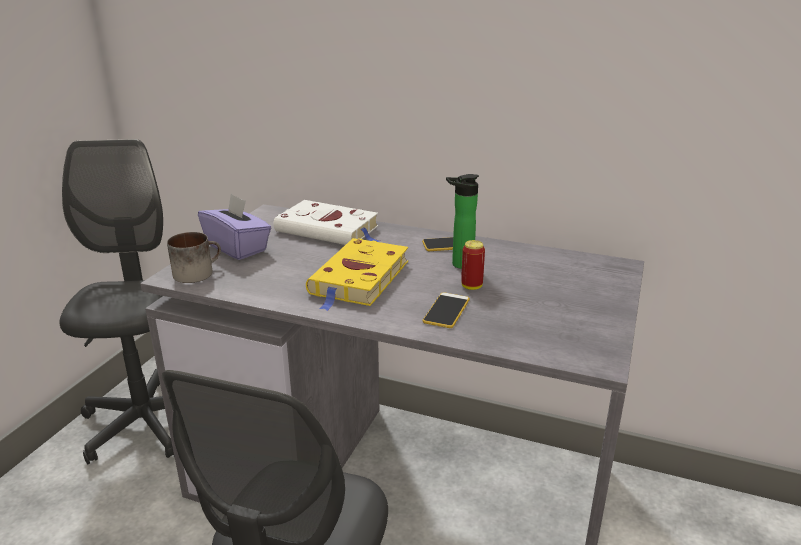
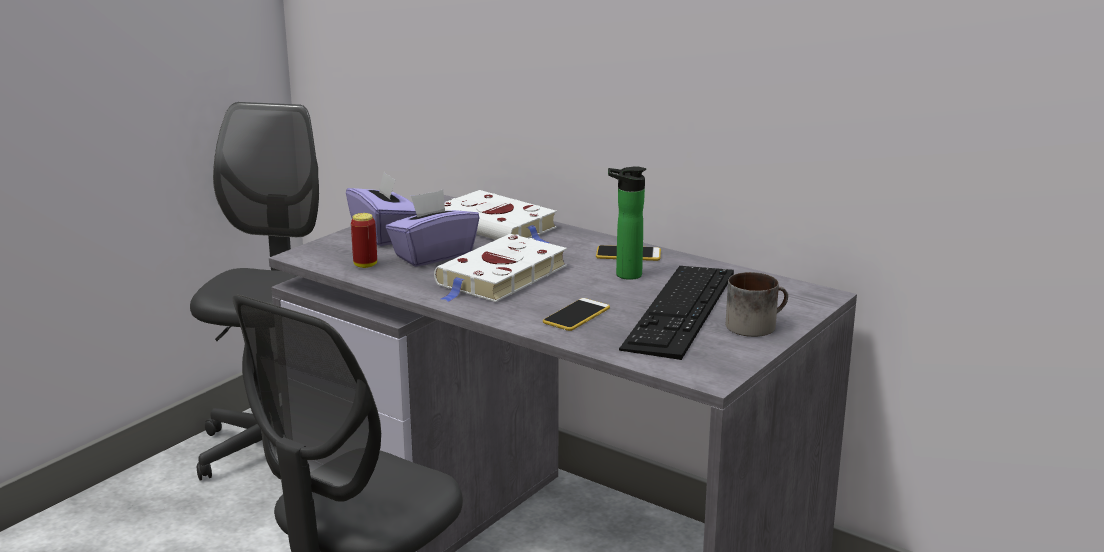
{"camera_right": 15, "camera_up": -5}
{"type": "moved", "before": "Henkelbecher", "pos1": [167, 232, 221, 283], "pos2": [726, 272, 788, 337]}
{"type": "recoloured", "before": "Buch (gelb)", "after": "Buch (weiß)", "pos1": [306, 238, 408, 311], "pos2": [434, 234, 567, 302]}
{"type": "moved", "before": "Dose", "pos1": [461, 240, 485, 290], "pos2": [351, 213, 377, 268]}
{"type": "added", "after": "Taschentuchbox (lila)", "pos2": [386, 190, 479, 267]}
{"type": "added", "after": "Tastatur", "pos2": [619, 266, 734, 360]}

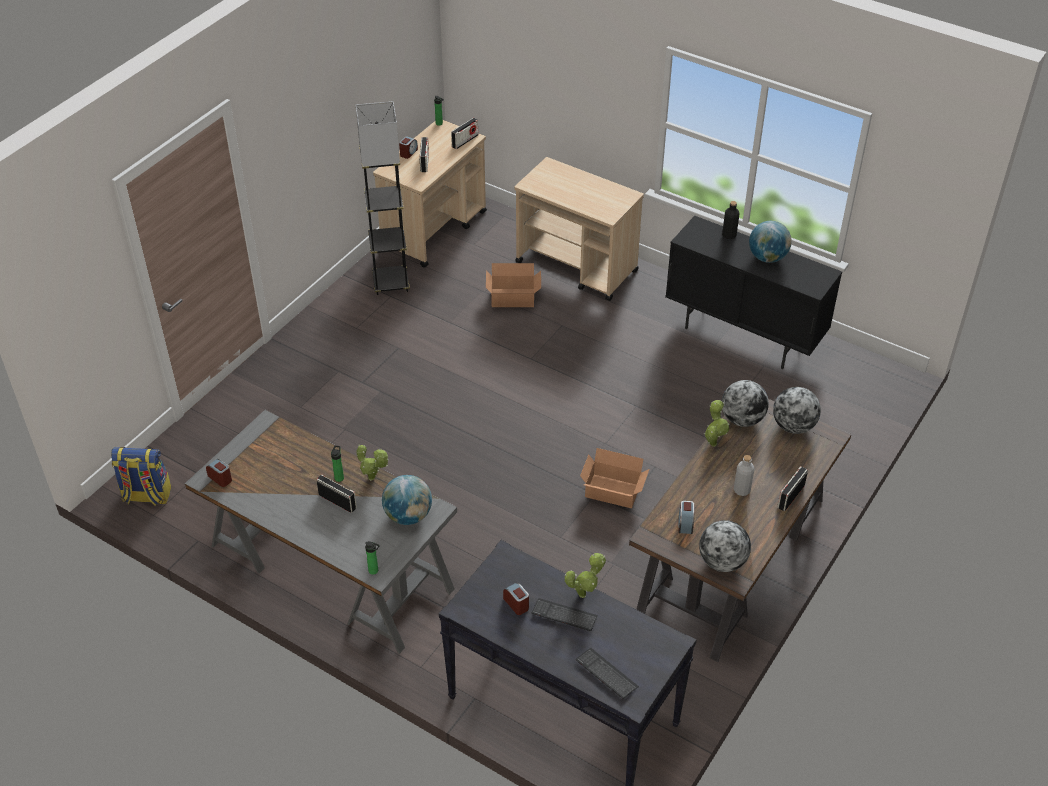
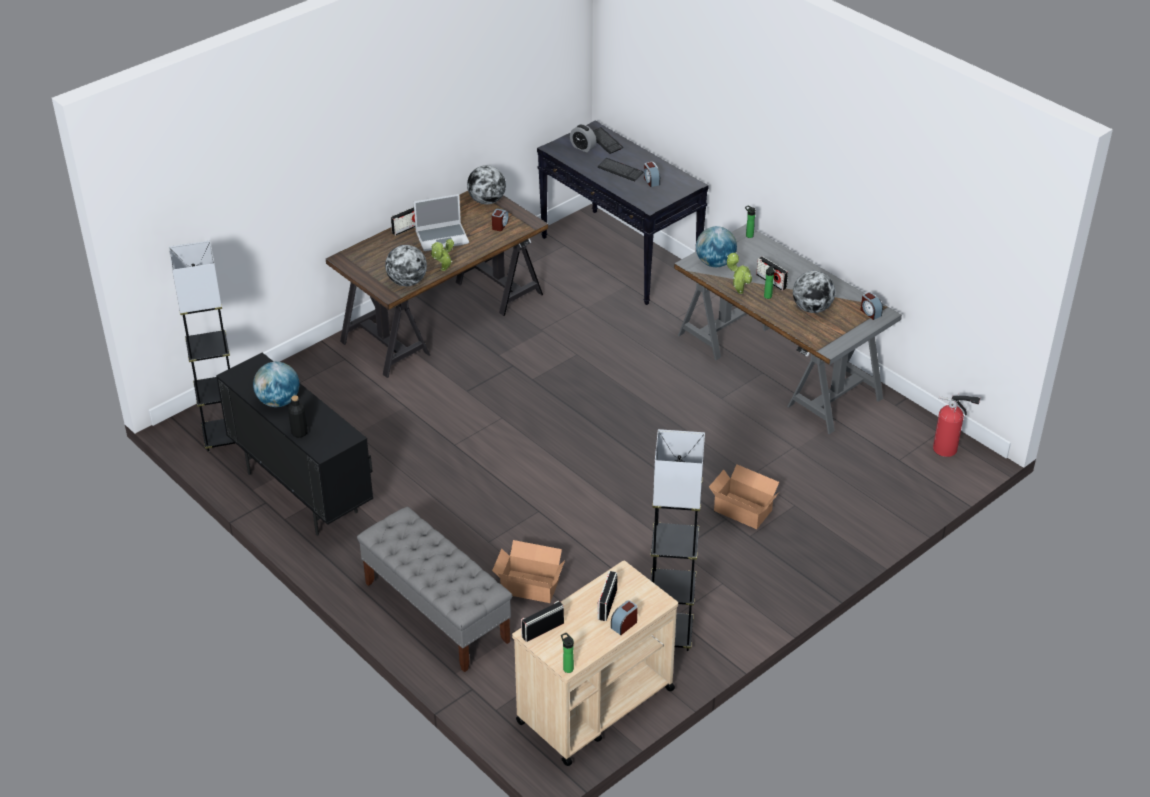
{"camera_right": -165, "camera_up": -5}
{"type": "replaced", "before": "Rucksack", "after": "Feuerlöscher", "pos1": [111, 447, 171, 506], "pos2": [933, 394, 980, 457]}
{"type": "replaced", "before": "Rollwagen (beige)", "after": "Bank (grau)", "pos1": [515, 157, 644, 301], "pos2": [357, 507, 512, 672]}
{"type": "removed", "before": "Topfpflanze", "pos1": [565, 553, 606, 598]}
{"type": "moved", "before": "Karton", "pos1": [580, 448, 649, 509], "pos2": [709, 464, 779, 529]}
{"type": "replaced", "before": "Flasche (grau)", "after": "Laptop", "pos1": [734, 455, 755, 496], "pos2": [414, 194, 469, 251]}
{"type": "moved", "before": "Globus", "pos1": [773, 387, 821, 434], "pos2": [793, 271, 835, 313]}
{"type": "added", "after": "Stehlampe (grau)", "pos2": [169, 241, 236, 452]}
{"type": "added", "after": "Wecker", "pos2": [570, 125, 596, 152]}

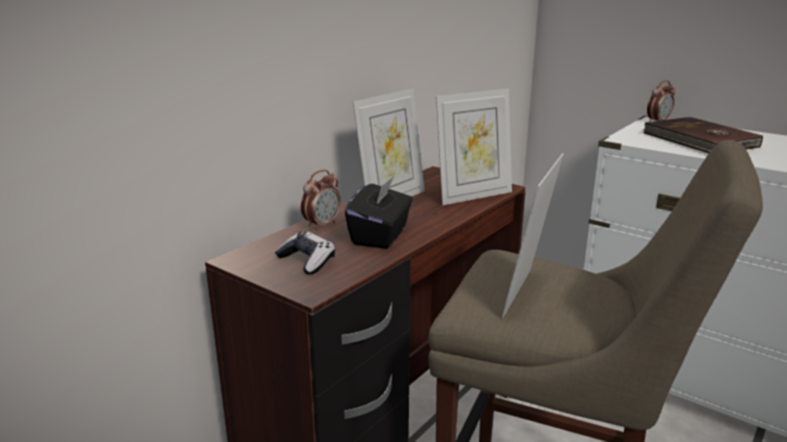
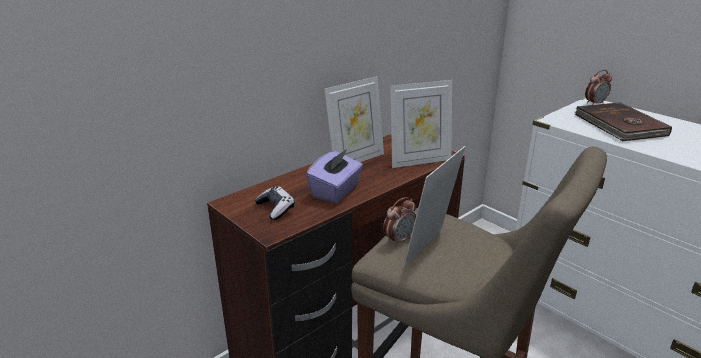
{"camera_right": 10, "camera_up": 5}
{"type": "moved", "before": "Wecker", "pos1": [301, 170, 340, 230], "pos2": [383, 197, 416, 247]}
{"type": "recoloured", "before": "Taschentuchbox (schwarz)", "after": "Taschentuchbox (lila)", "pos1": [345, 176, 413, 249], "pos2": [306, 149, 363, 203]}

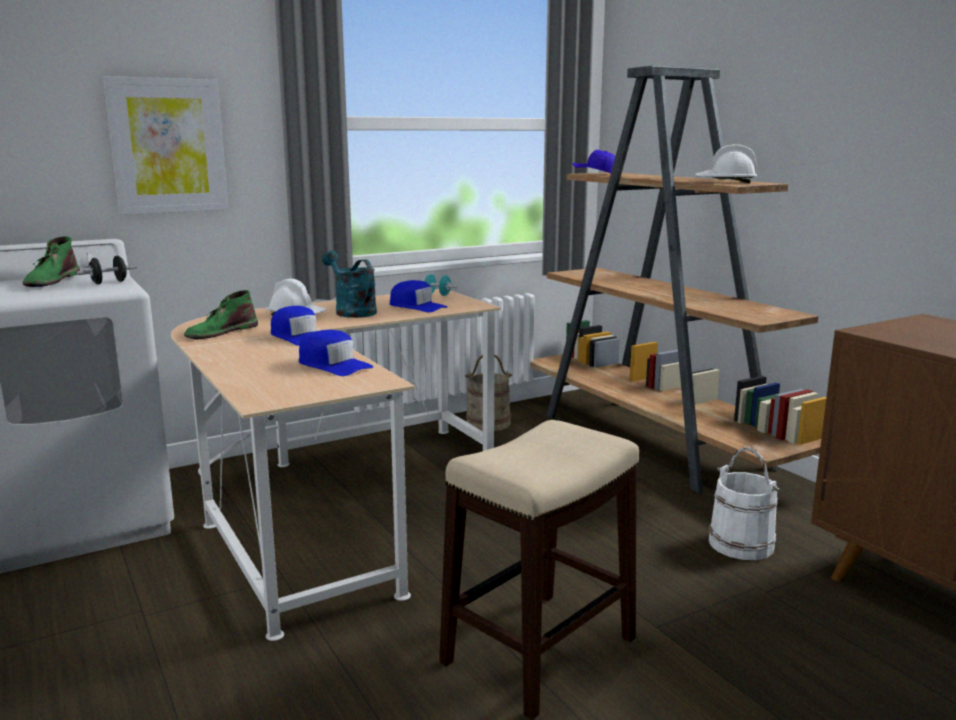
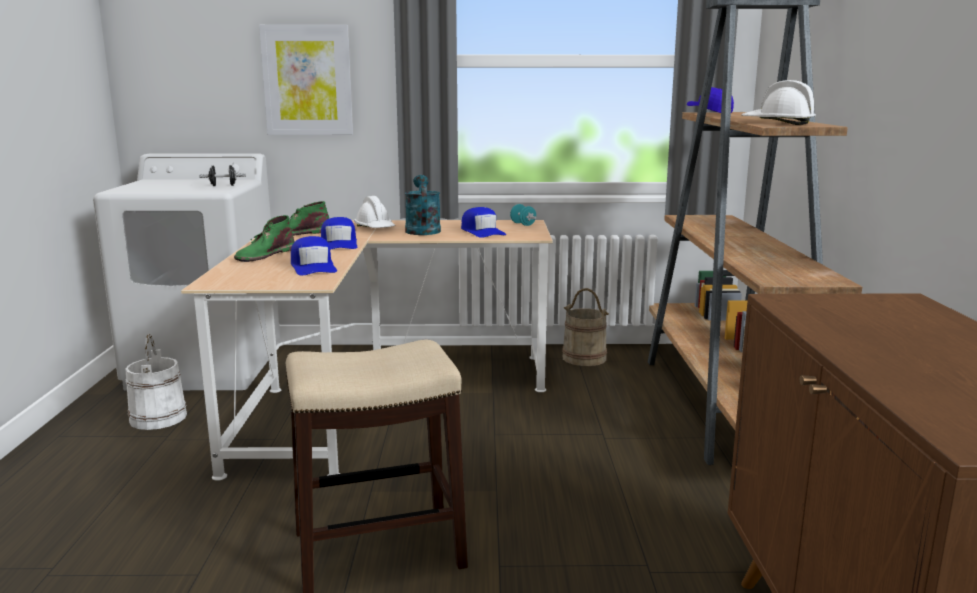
{"camera_right": 30, "camera_up": 0}
{"type": "moved", "before": "Stiefel (grün)", "pos1": [22, 236, 80, 287], "pos2": [234, 215, 295, 262]}
{"type": "moved", "before": "Eimer (weiß)", "pos1": [709, 447, 780, 560], "pos2": [126, 334, 187, 430]}

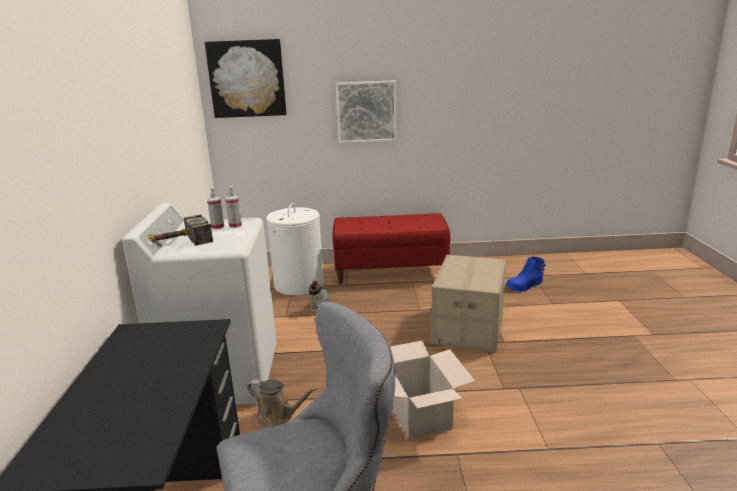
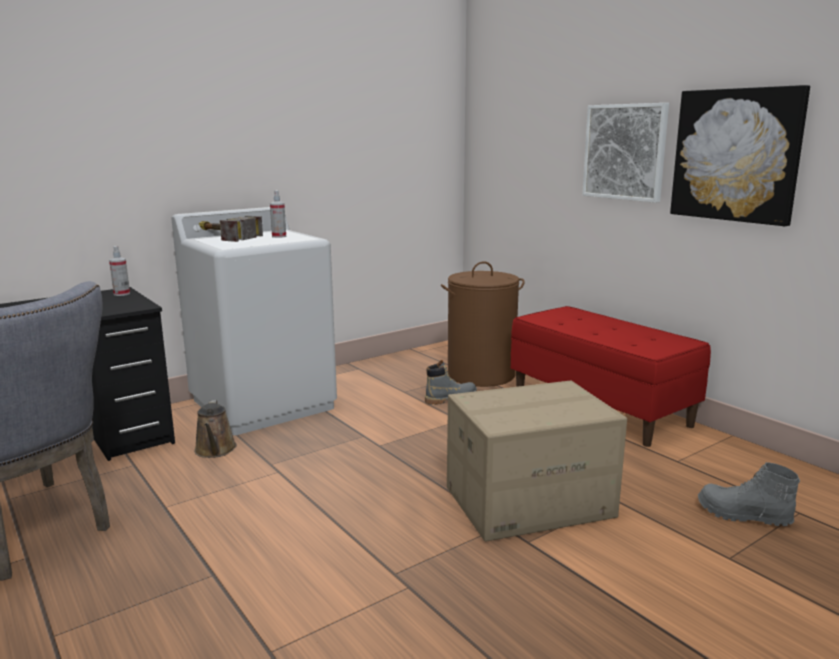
{"camera_right": 55, "camera_up": -5}
{"type": "moved", "before": "Bild", "pos1": [205, 39, 287, 118], "pos2": [670, 85, 810, 226]}
{"type": "moved", "before": "Sprühflasche", "pos1": [225, 186, 242, 228], "pos2": [109, 246, 130, 296]}
{"type": "recoloured", "before": "Wäschekorb (weiß)", "after": "Wäschekorb (braun)", "pos1": [266, 203, 324, 295], "pos2": [441, 261, 525, 387]}
{"type": "removed", "before": "Karton", "pos1": [390, 341, 475, 439]}
{"type": "recoloured", "before": "Stiefel (blau)", "after": "Stiefel (grau)", "pos1": [505, 257, 546, 292], "pos2": [698, 462, 800, 526]}

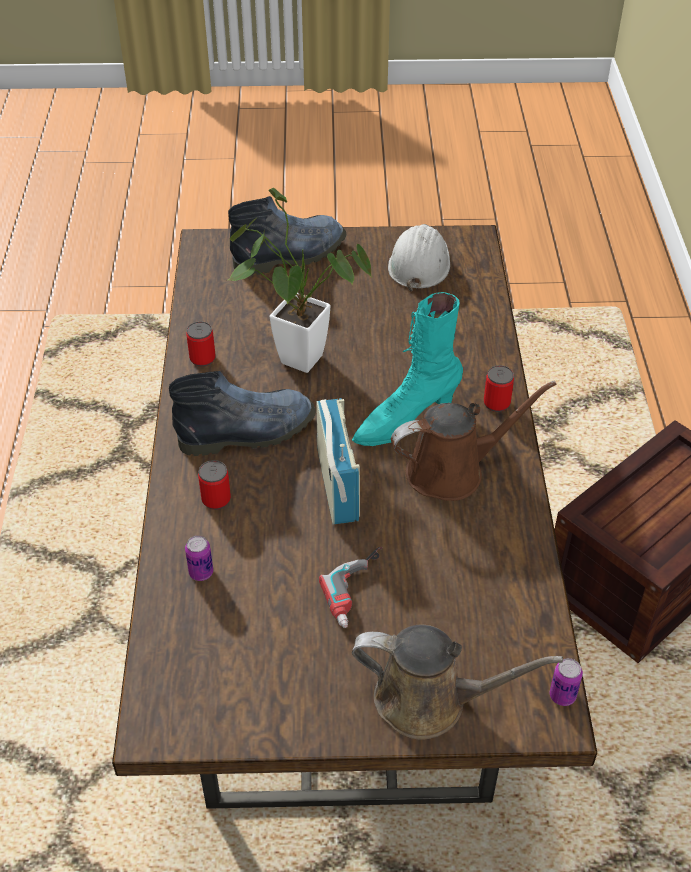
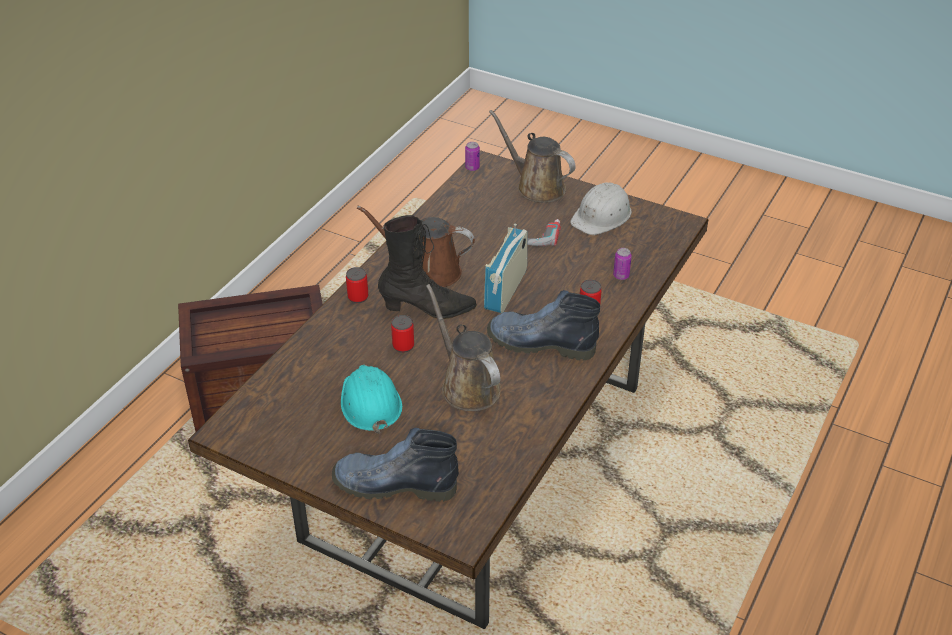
{"camera_right": -150, "camera_up": -5}
{"type": "moved", "before": "Dose", "pos1": [186, 321, 215, 367], "pos2": [391, 315, 414, 353]}
{"type": "replaced", "before": "Topfpflanze", "after": "Gießkanne (braun)", "pos1": [228, 188, 372, 373], "pos2": [426, 284, 501, 411]}
{"type": "recoloured", "before": "Stiefel (türkis)", "after": "Stiefel (schwarz)", "pos1": [352, 292, 463, 446], "pos2": [378, 215, 477, 319]}
{"type": "moved", "before": "Schutzhelm (weiß)", "pos1": [388, 224, 450, 292], "pos2": [570, 183, 632, 235]}
{"type": "added", "after": "Schutzhelm (türkis)", "pos2": [341, 365, 402, 434]}

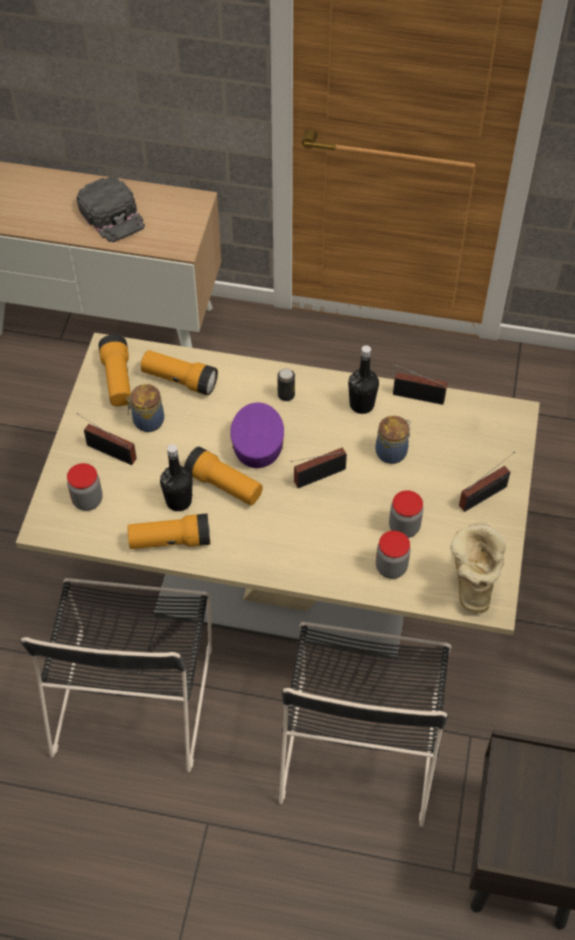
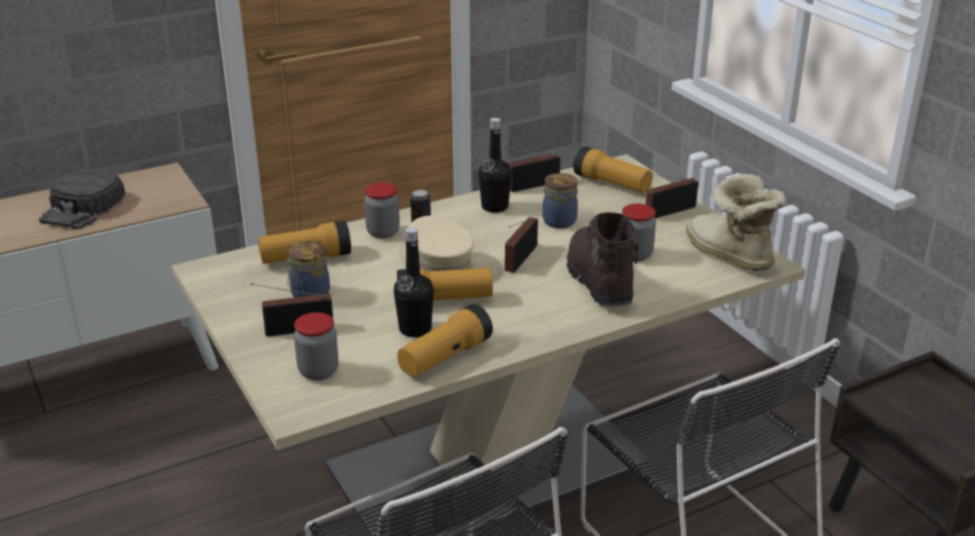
{"camera_right": -40, "camera_up": -25}
{"type": "turned", "before": "Kappe (schwarz)", "pos1": [76, 176, 145, 243], "pos2": [39, 169, 126, 229], "turn": 90}
{"type": "moved", "before": "Taschenlampe", "pos1": [99, 334, 131, 407], "pos2": [573, 146, 653, 193]}
{"type": "recoloured", "before": "Kappe (lila)", "after": "Kappe (beige)", "pos1": [230, 403, 284, 468], "pos2": [399, 216, 474, 271]}
{"type": "moved", "before": "Vorratsglas", "pos1": [376, 531, 410, 579], "pos2": [364, 183, 400, 239]}
{"type": "turned", "before": "Radio", "pos1": [459, 452, 515, 512], "pos2": [646, 174, 698, 218], "turn": -135}
{"type": "added", "after": "Stiefel (braun)", "pos2": [567, 212, 639, 307]}

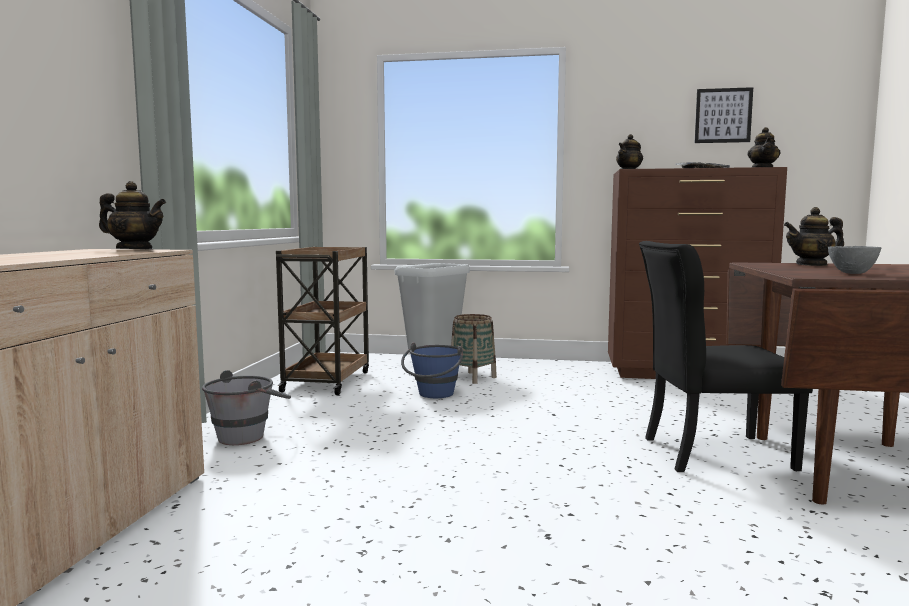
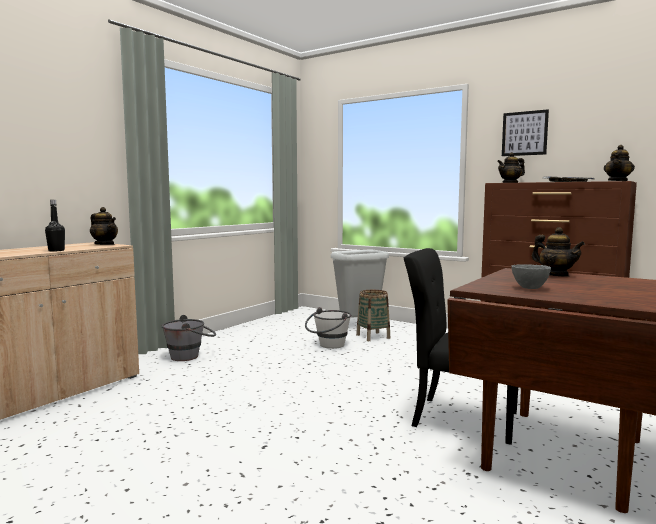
{"camera_right": 25, "camera_up": 0}
{"type": "removed", "before": "Rollwagen (braun)", "pos1": [276, 247, 369, 395]}
{"type": "recoloured", "before": "Eimer (blau)", "after": "Eimer (weiß)", "pos1": [401, 342, 463, 398], "pos2": [305, 307, 351, 349]}
{"type": "moved", "before": "Bild", "pos1": [695, 87, 753, 143], "pos2": [502, 109, 549, 156]}
{"type": "turned", "before": "Teekanne", "pos1": [784, 207, 844, 266], "pos2": [532, 227, 585, 277], "turn": -150}
{"type": "added", "after": "Flasche (schwarz)", "pos2": [45, 200, 65, 252]}

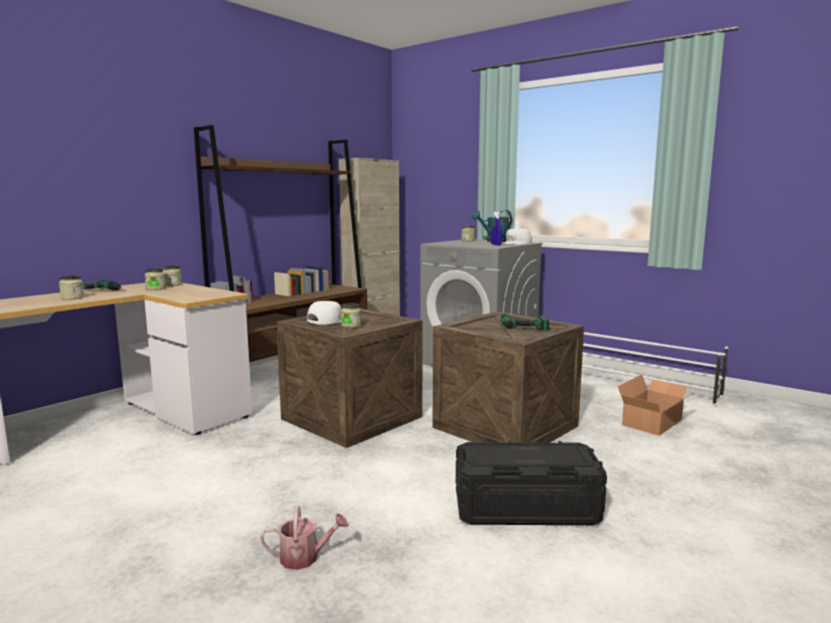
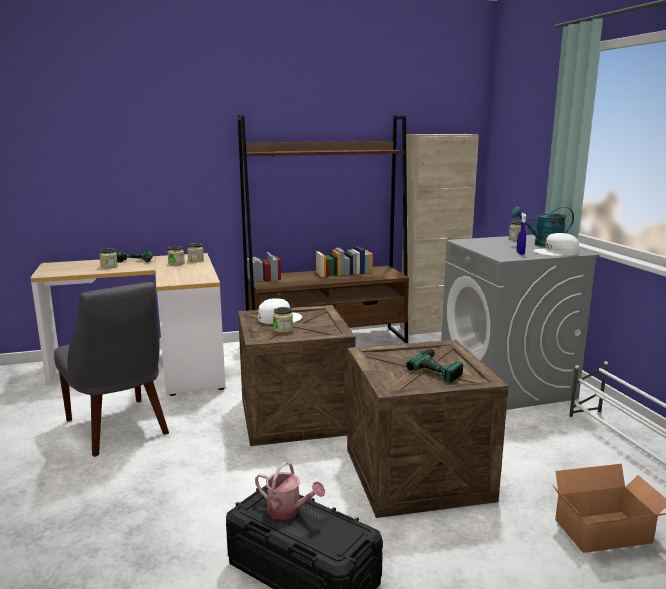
{"camera_right": 35, "camera_up": 5}
{"type": "moved", "before": "Gießkanne", "pos1": [260, 505, 349, 570], "pos2": [255, 462, 325, 520]}
{"type": "added", "after": "Stuhl (grau)", "pos2": [54, 282, 169, 457]}

